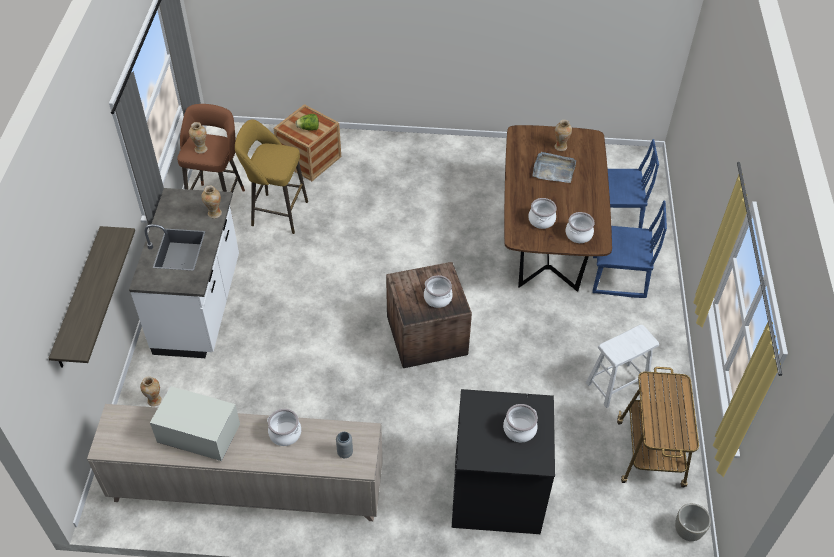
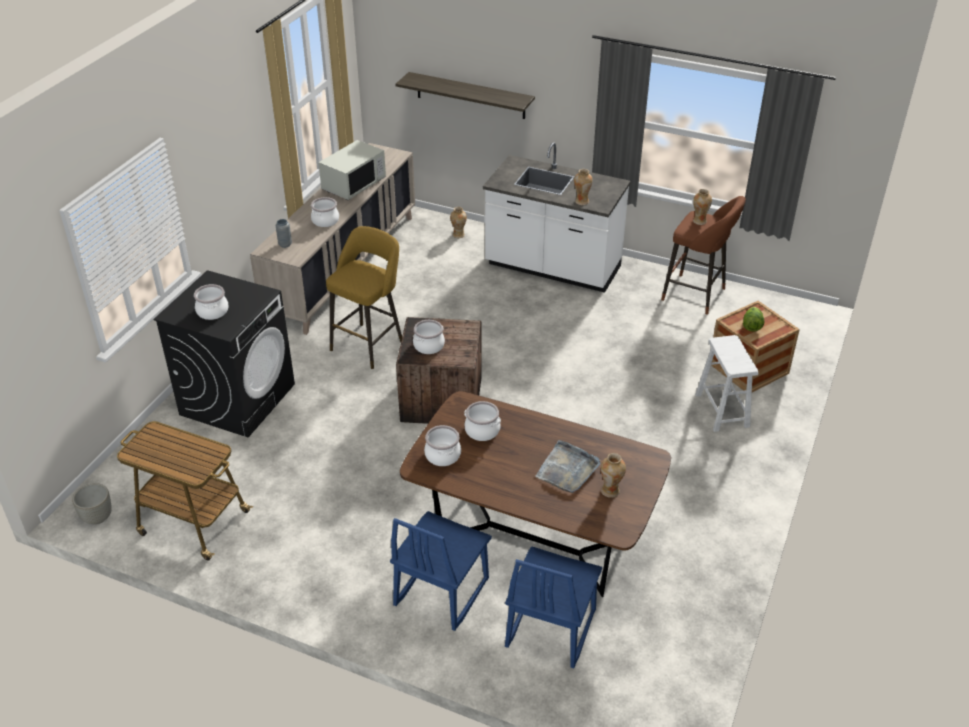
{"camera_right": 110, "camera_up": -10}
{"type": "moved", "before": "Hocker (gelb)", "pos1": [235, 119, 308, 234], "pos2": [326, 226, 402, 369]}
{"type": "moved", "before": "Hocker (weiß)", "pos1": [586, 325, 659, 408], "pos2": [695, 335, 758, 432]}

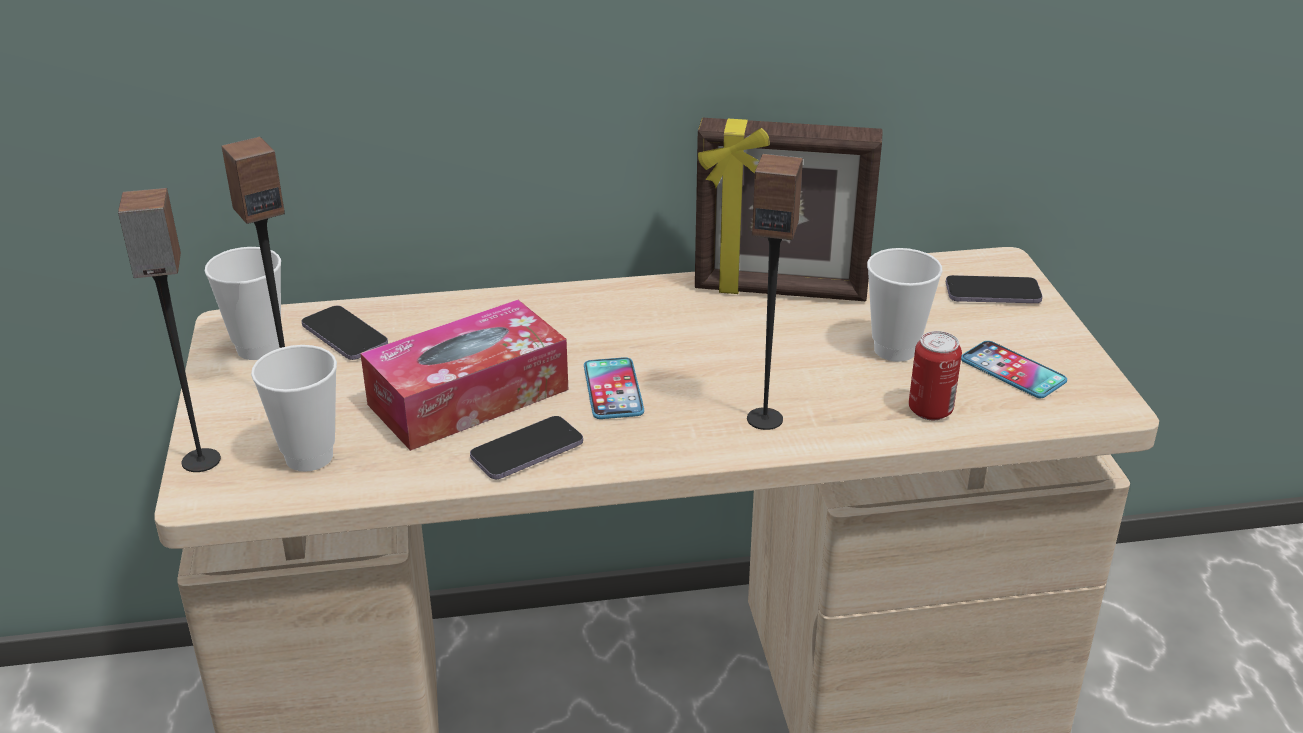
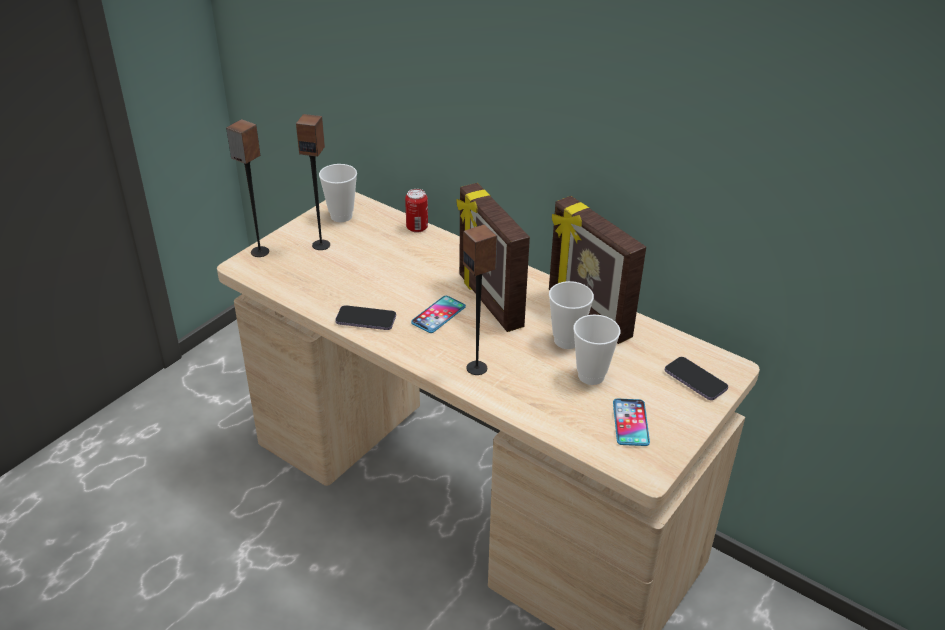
{"camera_right": 45, "camera_up": 5}
{"type": "moved", "before": "Tasse", "pos1": [251, 345, 337, 472], "pos2": [549, 281, 594, 349]}
{"type": "removed", "before": "Handy", "pos1": [302, 306, 388, 360]}
{"type": "removed", "before": "Taschentuchbox", "pos1": [360, 300, 568, 451]}
{"type": "moved", "before": "Dose", "pos1": [909, 331, 962, 420], "pos2": [405, 189, 428, 233]}
{"type": "added", "after": "Bilderrahmen", "pos2": [457, 183, 530, 332]}

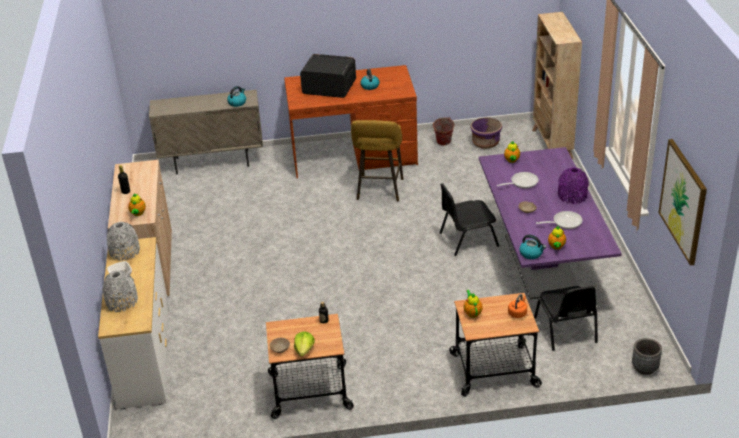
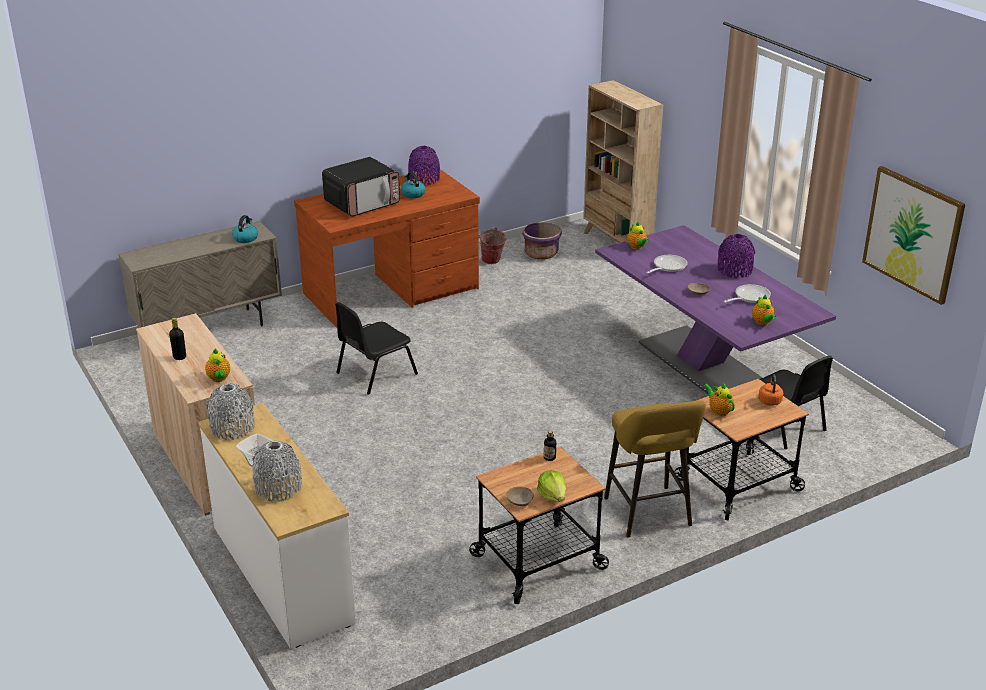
{"camera_right": -25, "camera_up": -5}
{"type": "turned", "before": "Mikrowelle", "pos1": [300, 54, 356, 98], "pos2": [322, 157, 400, 217], "turn": 150}
{"type": "moved", "before": "Hocker (gelb)", "pos1": [351, 120, 403, 201], "pos2": [604, 400, 706, 538]}
{"type": "moved", "before": "Stuhl (schwarz)", "pos1": [440, 183, 499, 256], "pos2": [335, 302, 418, 395]}
{"type": "removed", "before": "Wasserkessel", "pos1": [519, 235, 546, 259]}
{"type": "removed", "before": "Pflanzkübel (grau)", "pos1": [632, 338, 662, 375]}
{"type": "added", "after": "Vase (lila)", "pos2": [408, 146, 440, 185]}

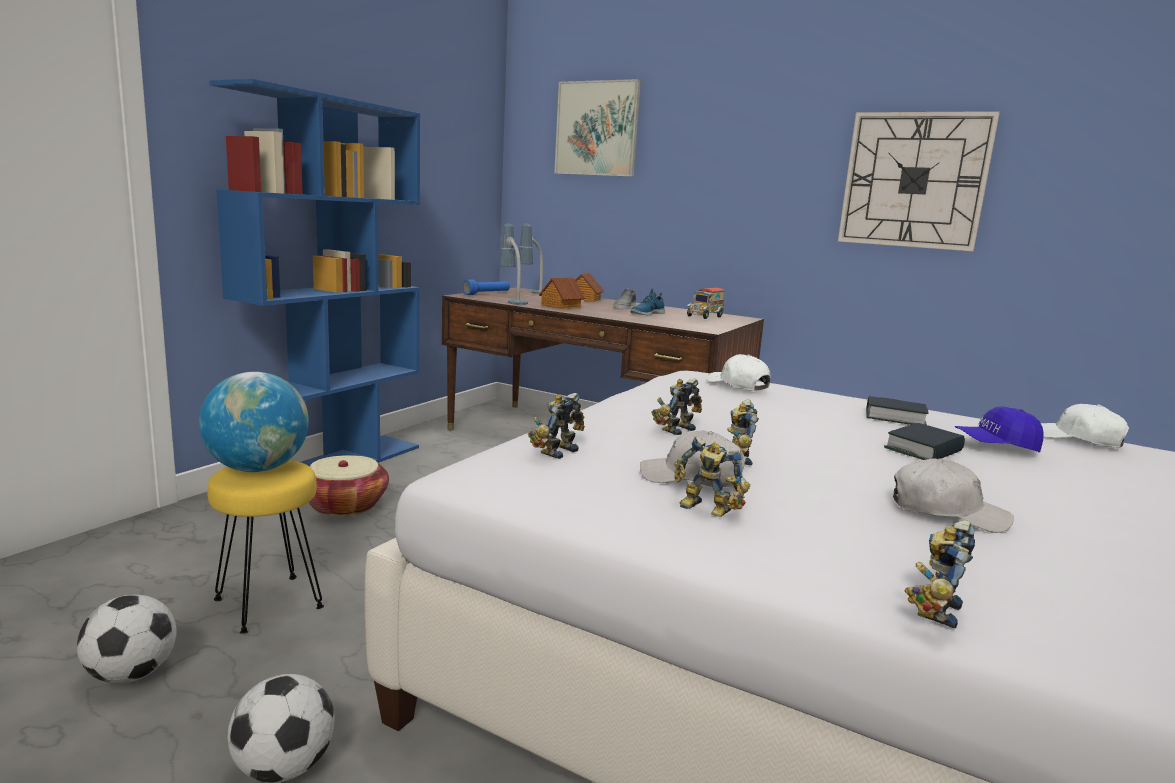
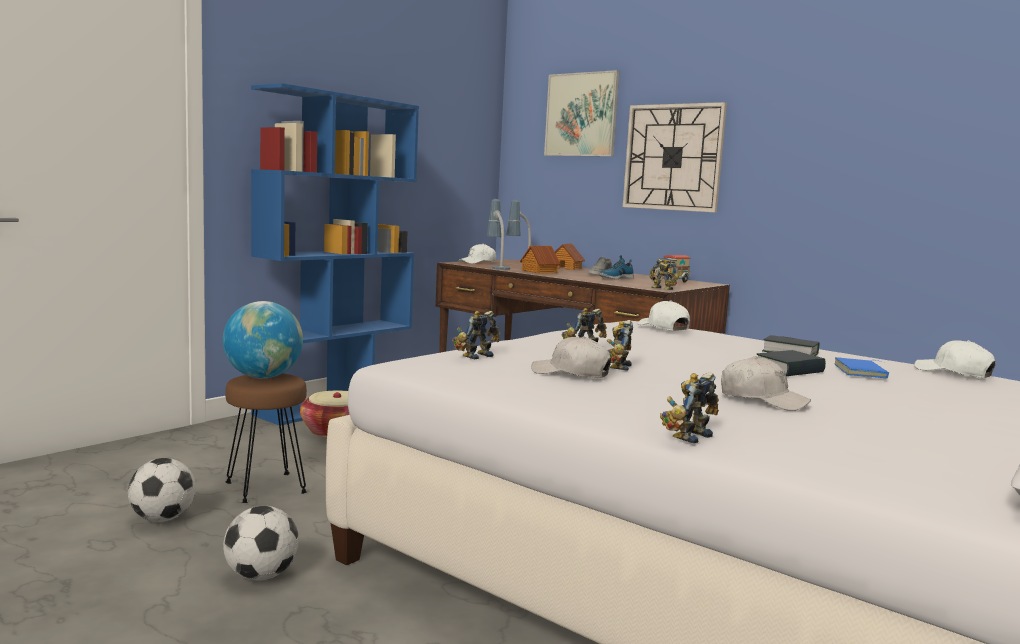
{"camera_right": 10, "camera_up": -5}
{"type": "recoloured", "before": "Hocker (gelb)", "after": "Hocker (braun)", "pos1": [207, 460, 324, 634], "pos2": [225, 374, 307, 503]}
{"type": "replaced", "before": "Taschenlampe (blau)", "after": "Kappe (weiß)", "pos1": [463, 280, 510, 295], "pos2": [459, 244, 496, 264]}
{"type": "moved", "before": "Spielzeugroboter", "pos1": [674, 436, 750, 517], "pos2": [650, 259, 679, 290]}
{"type": "moved", "before": "Wanduhr", "pos1": [838, 111, 1000, 251], "pos2": [623, 102, 727, 213]}
{"type": "replaced", "before": "Kappe (blau)", "after": "Buch (blau)", "pos1": [955, 406, 1044, 453], "pos2": [834, 357, 889, 378]}

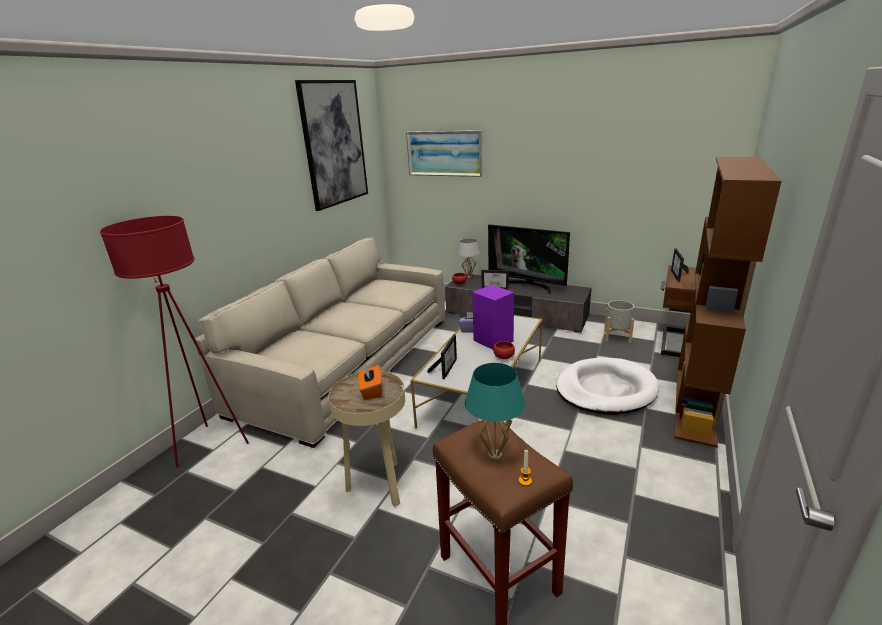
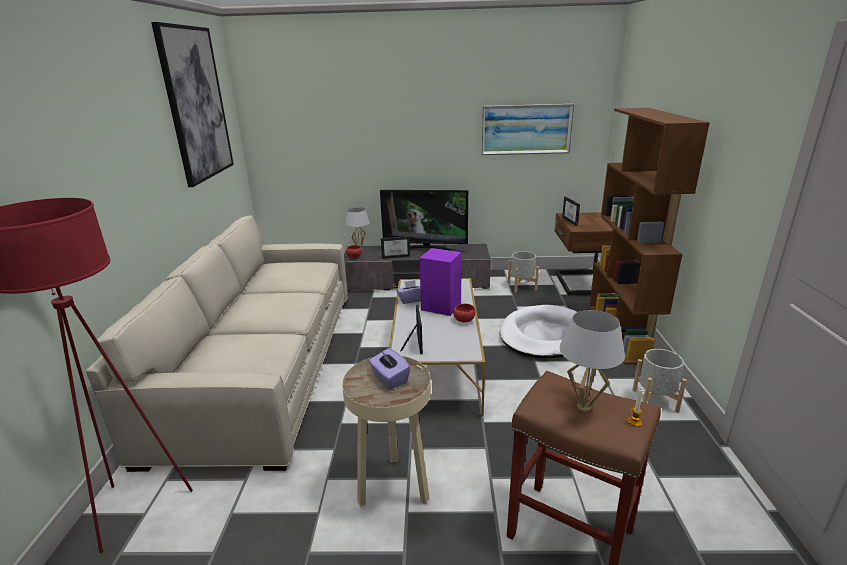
{"camera_right": -25, "camera_up": 0}
{"type": "recoloured", "before": "Taschentuchbox (orange)", "after": "Taschentuchbox (lila)", "pos1": [358, 364, 382, 399], "pos2": [369, 348, 410, 389]}
{"type": "moved", "before": "Bild", "pos1": [406, 130, 482, 177], "pos2": [481, 104, 574, 155]}
{"type": "recoloured", "before": "Tischlampe (türkis)", "after": "Tischlampe (weiß)", "pos1": [465, 363, 525, 460], "pos2": [560, 310, 625, 412]}
{"type": "added", "after": "Pflanzkübel (grau)", "pos2": [632, 349, 687, 413]}

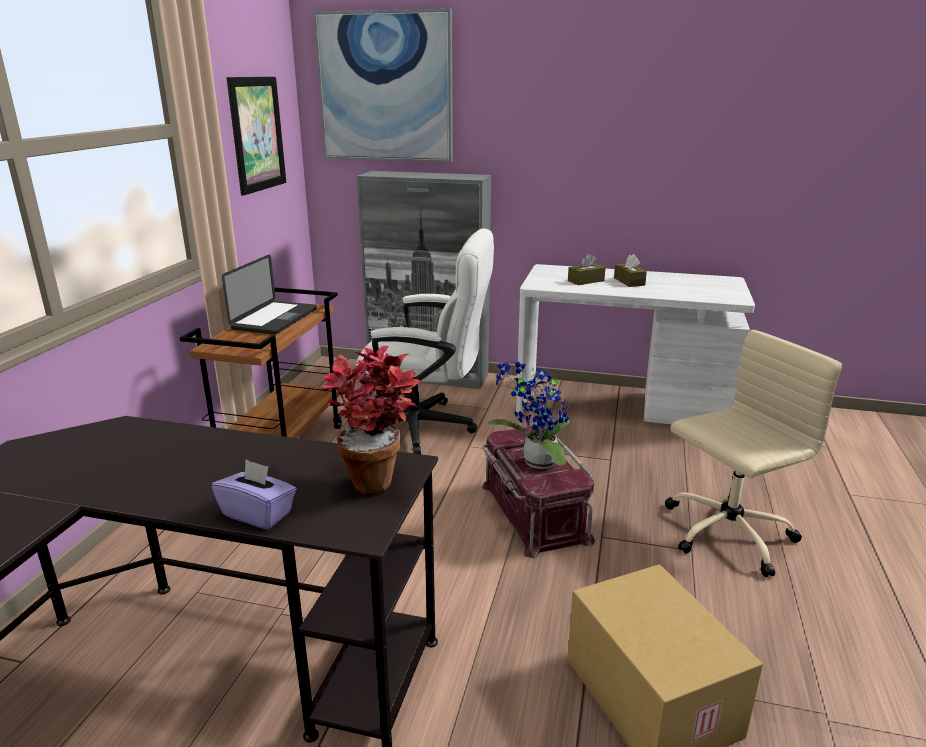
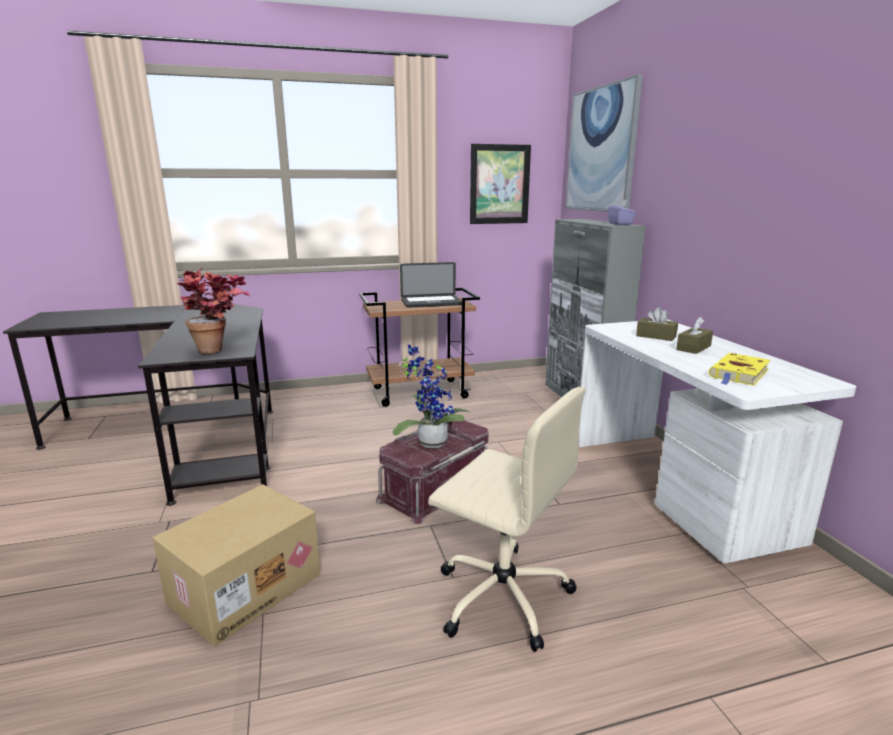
{"camera_right": 60, "camera_up": -5}
{"type": "moved", "before": "Taschentuchbox (lila)", "pos1": [211, 459, 296, 529], "pos2": [608, 200, 637, 225]}
{"type": "removed", "before": "Bürostuhl (weiß)", "pos1": [356, 228, 494, 454]}
{"type": "added", "after": "Buch (gelb)", "pos2": [709, 353, 770, 386]}

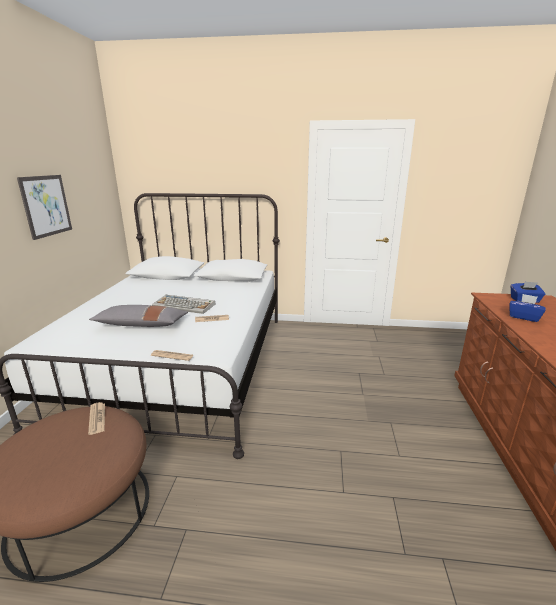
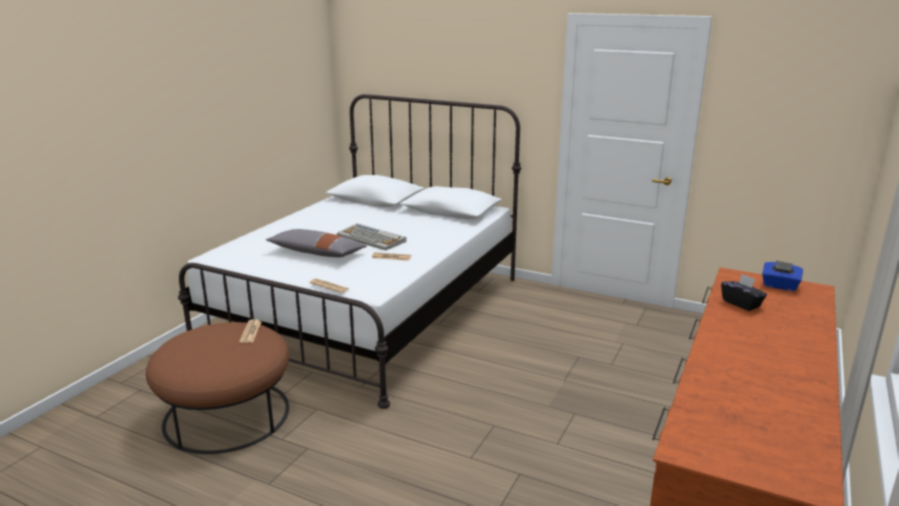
{"camera_right": 20, "camera_up": 0}
{"type": "removed", "before": "Bild", "pos1": [17, 175, 72, 240]}
{"type": "recoloured", "before": "Taschentuchbox (blau)", "after": "Taschentuchbox (schwarz)", "pos1": [509, 294, 546, 322], "pos2": [721, 274, 767, 311]}

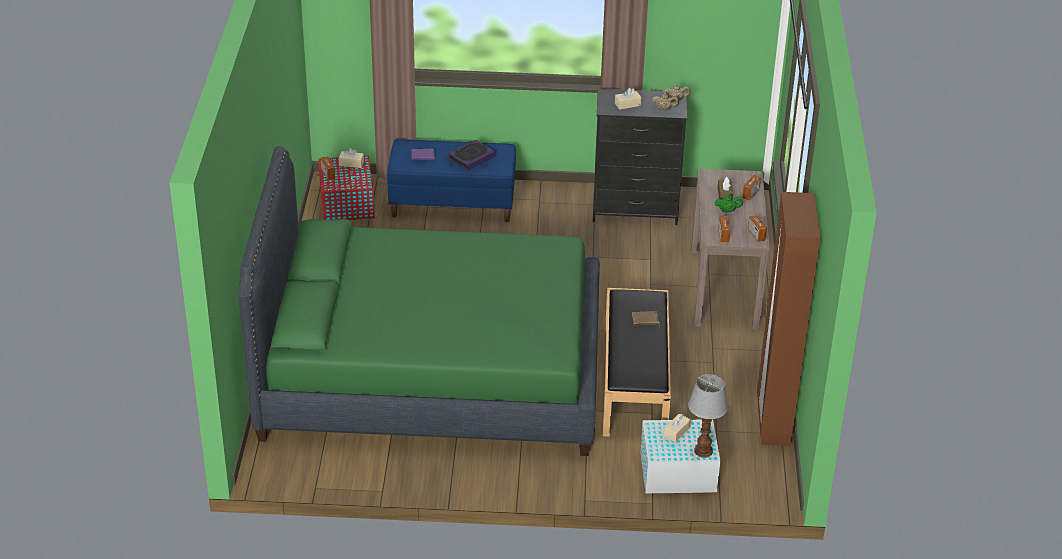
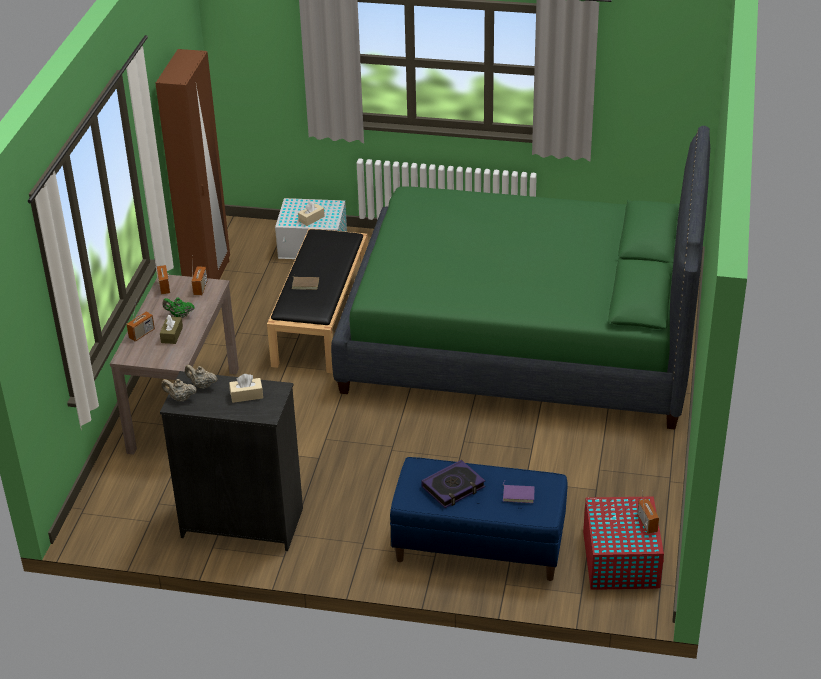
{"camera_right": -170, "camera_up": 0}
{"type": "removed", "before": "Taschentuchbox (beige)", "pos1": [339, 148, 364, 168]}
{"type": "removed", "before": "Tischlampe", "pos1": [688, 374, 728, 458]}

